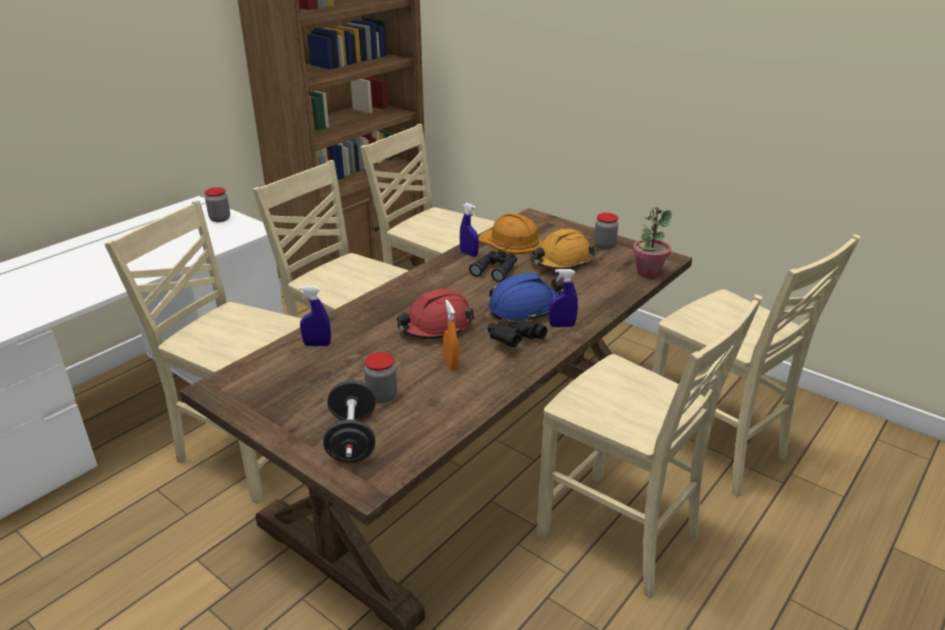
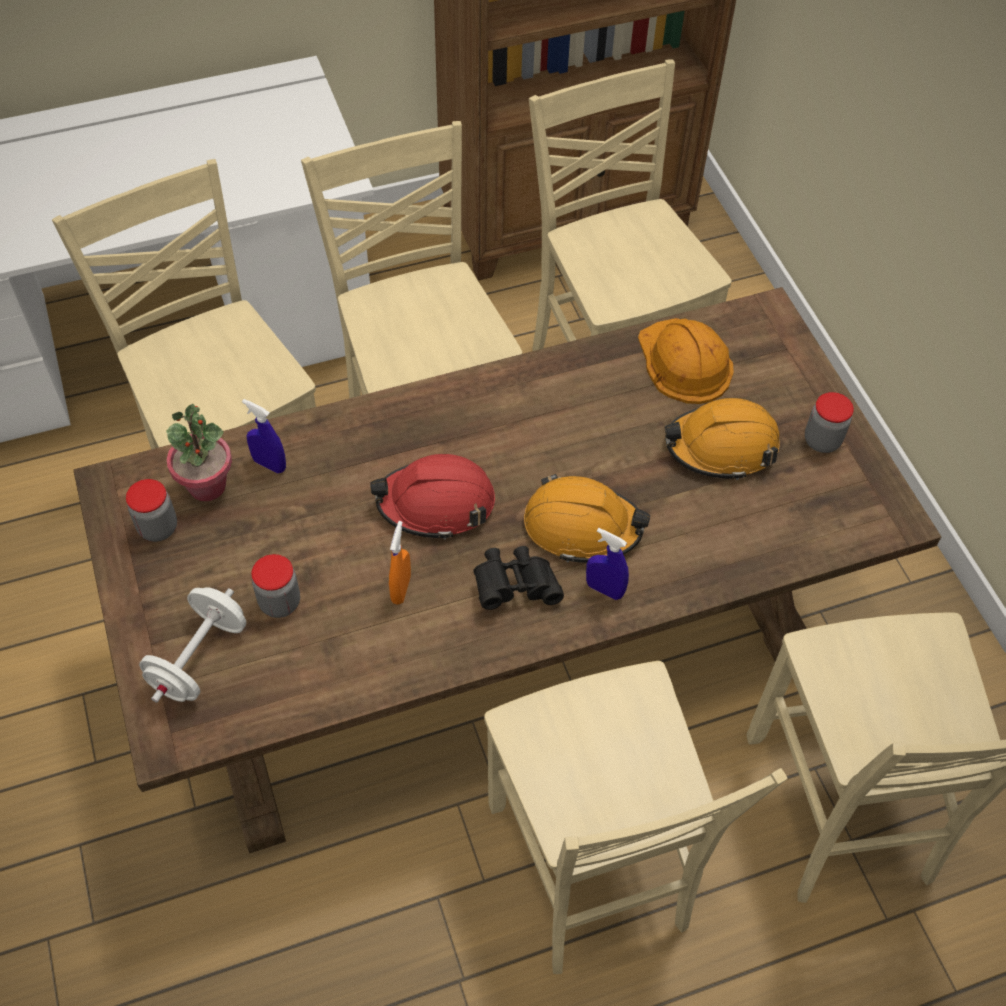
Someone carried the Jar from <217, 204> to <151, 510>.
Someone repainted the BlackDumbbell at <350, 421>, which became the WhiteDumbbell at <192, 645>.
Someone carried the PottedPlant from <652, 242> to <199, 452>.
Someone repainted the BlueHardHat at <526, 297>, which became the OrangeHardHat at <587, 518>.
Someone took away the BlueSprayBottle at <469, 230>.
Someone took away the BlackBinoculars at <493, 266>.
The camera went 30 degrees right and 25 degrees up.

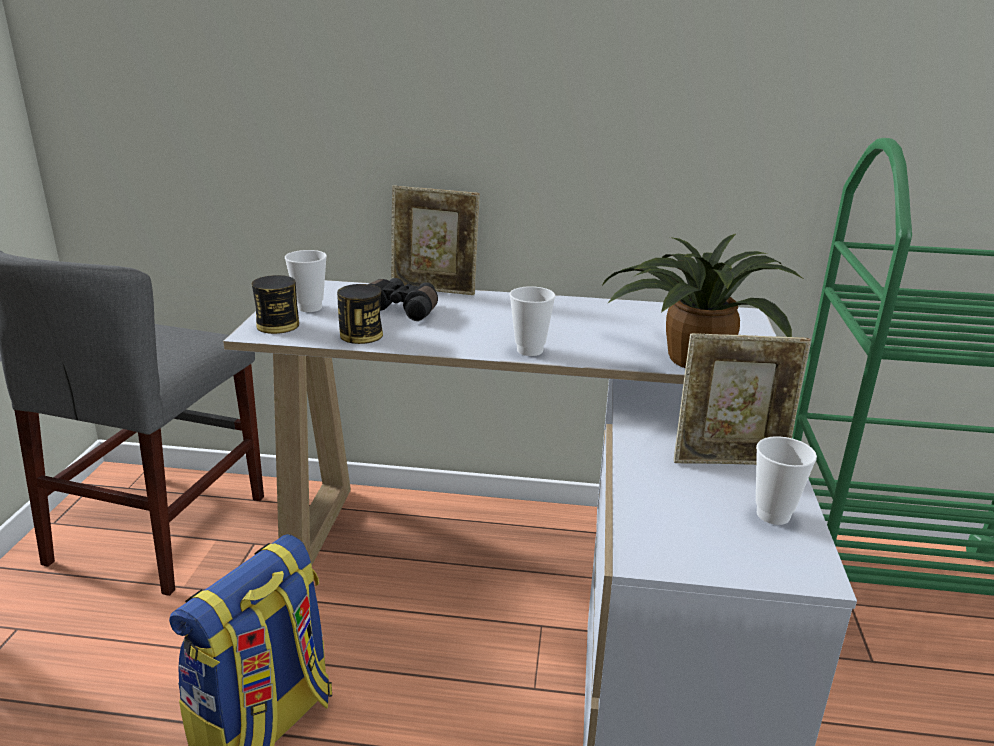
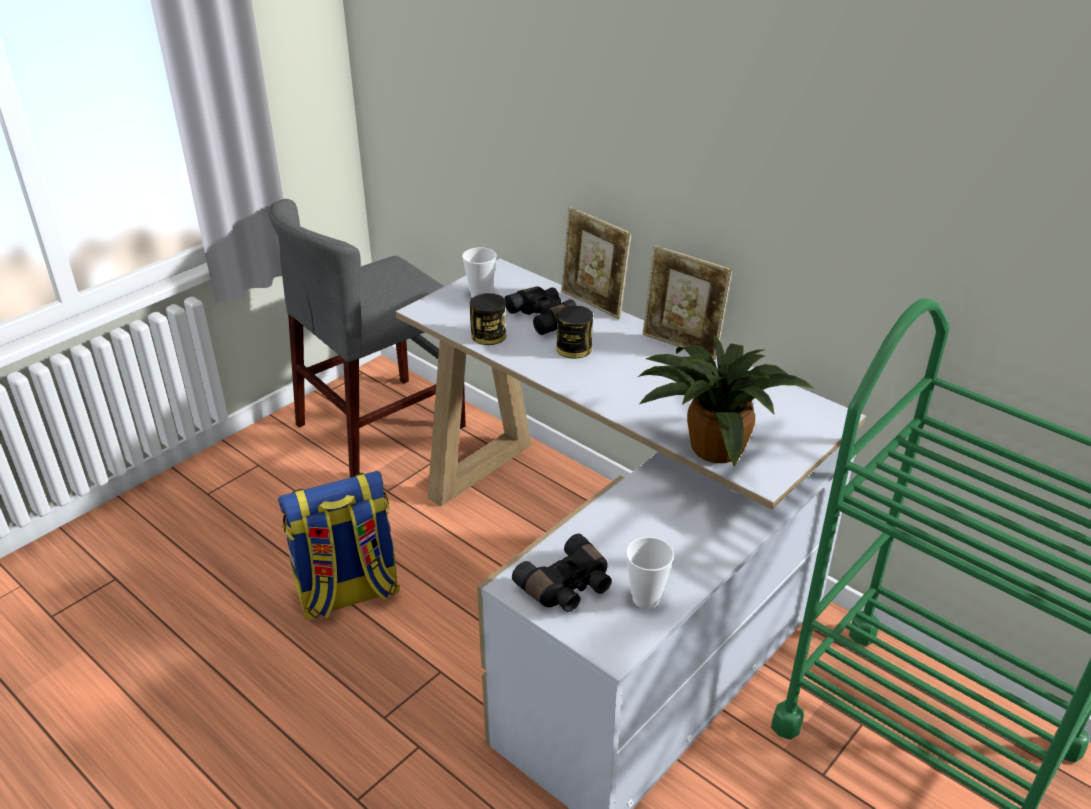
Someone put down the BlackBinoculars at <562, 573>.
Someone carried the Can from <275, 304> to <574, 332>.
Someone carried the PictureFrame from <742, 399> to <687, 302>.
Someone took away the Cup at <532, 321>.
The camera went 35 degrees right and 10 degrees up.

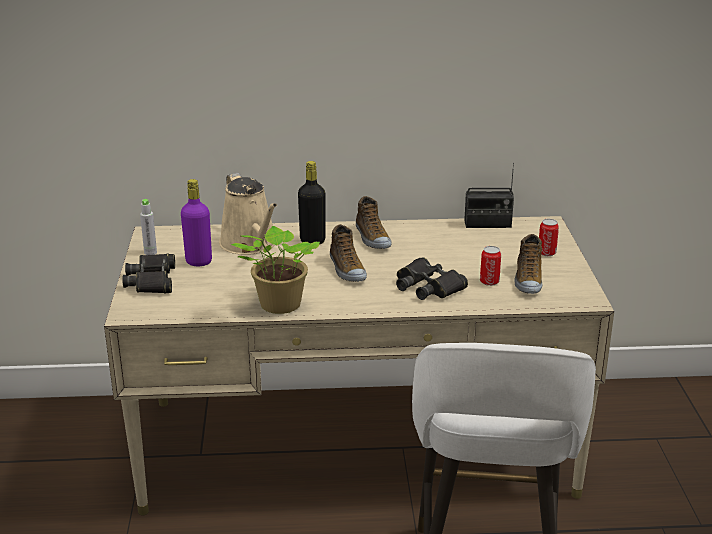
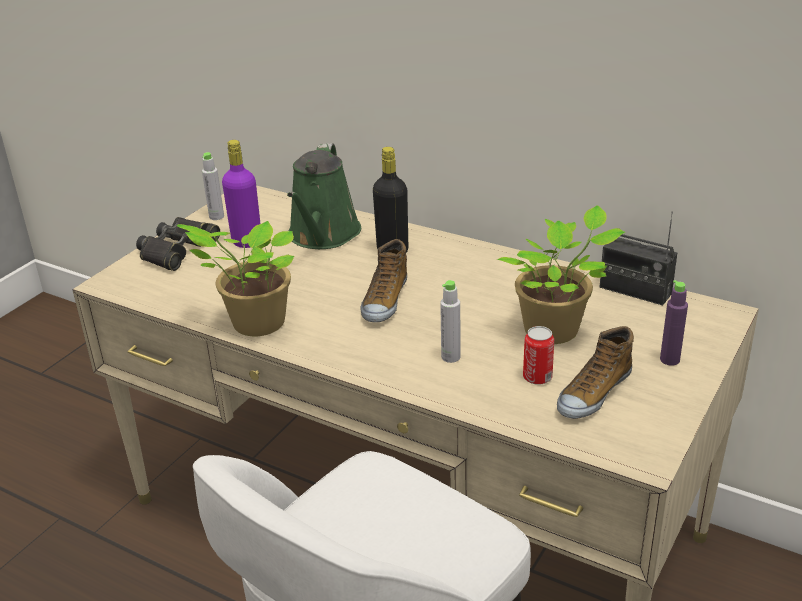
Someone repainted the BeigeWateringCan at <248, 214>, which became the GreenWateringCan at <324, 196>.
Someone swapped the BlackBinoculars at <432, 278> for the GreyBottle at <450, 321>.
Someone put down the PottedPlant at <561, 274>.
Someone swapped the Can at <549, 237> for the PurpleBottle at <674, 323>.
Someone took away the Shoe at <374, 222>.
The camera went 35 degrees right and 5 degrees up.

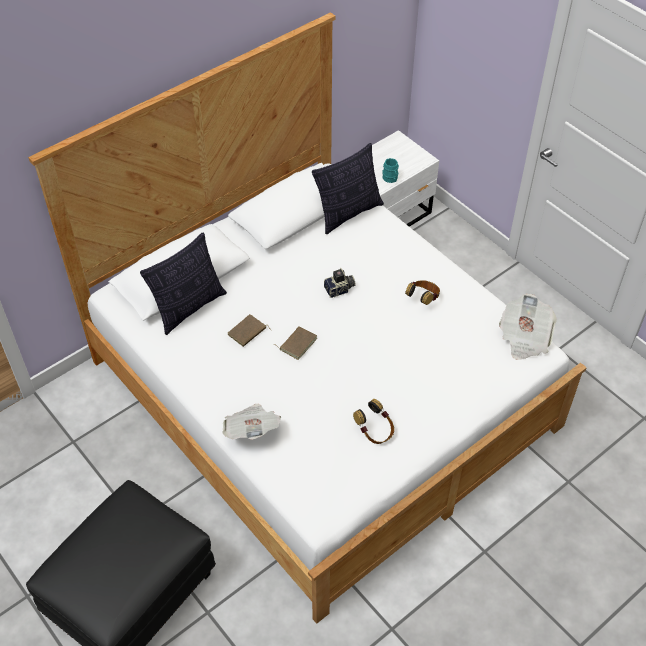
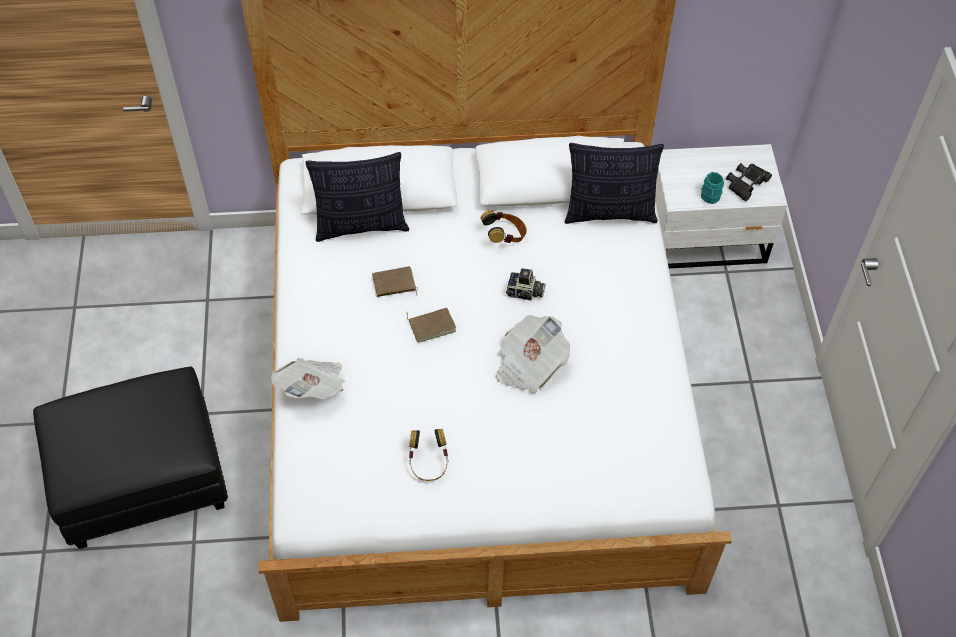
Someone carried the Headphones from <422, 292> to <504, 226>.
Someone carried the Newspaper from <528, 327> to <533, 354>.
Someone put down the BlackBinoculars at <749, 182>.
The camera went 35 degrees right and 5 degrees up.

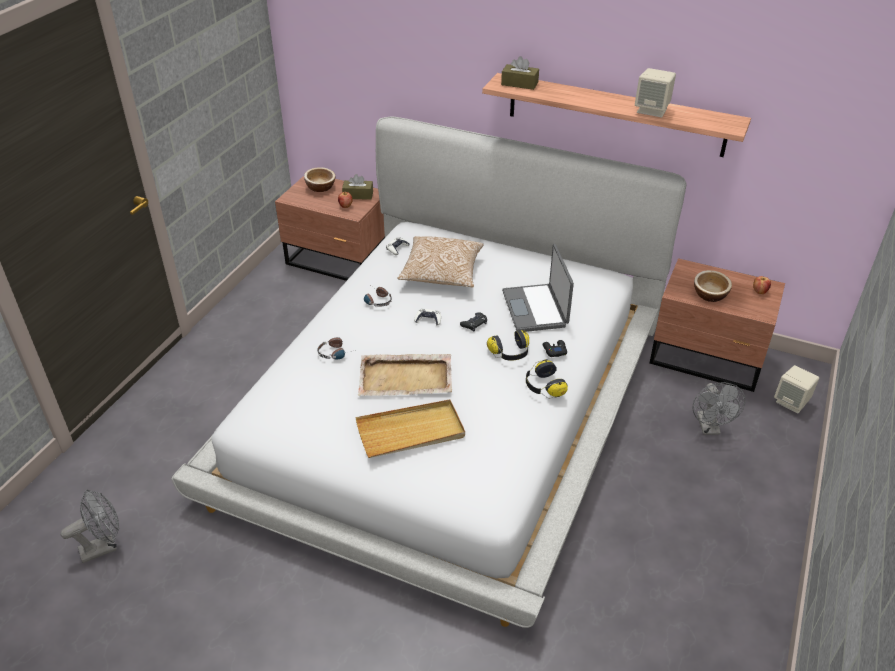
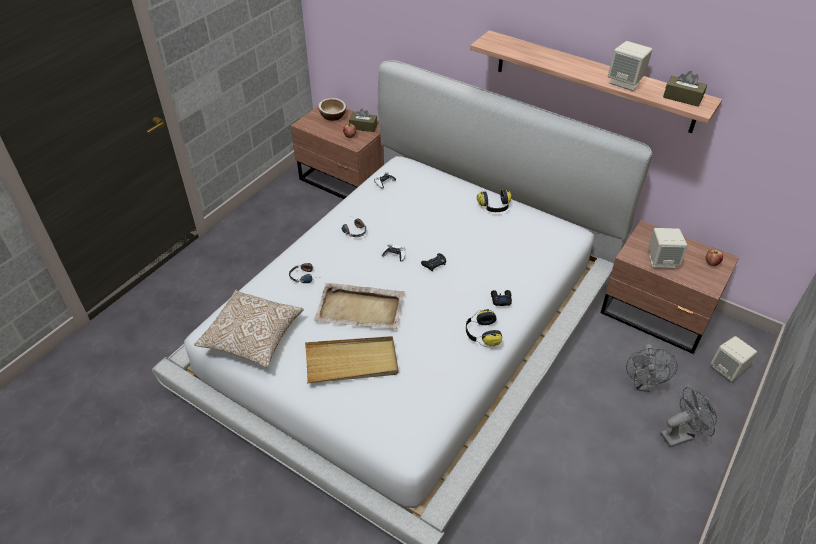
Someone carried the Pillow from <440, 261> to <249, 329>.
Someone carried the Headphones from <508, 345> to <494, 200>.
Someone swapped the Bowl at <713, 286> for the BeigeSpeaker at <667, 248>.
Someone carried the GreyFan from <90, 526> to <688, 417>.
Someone carried the BrownTissueBox from <520, 73> to <685, 89>.
Someone took away the Laptop at <538, 288>.
The camera went 10 degrees right and 5 degrees up.

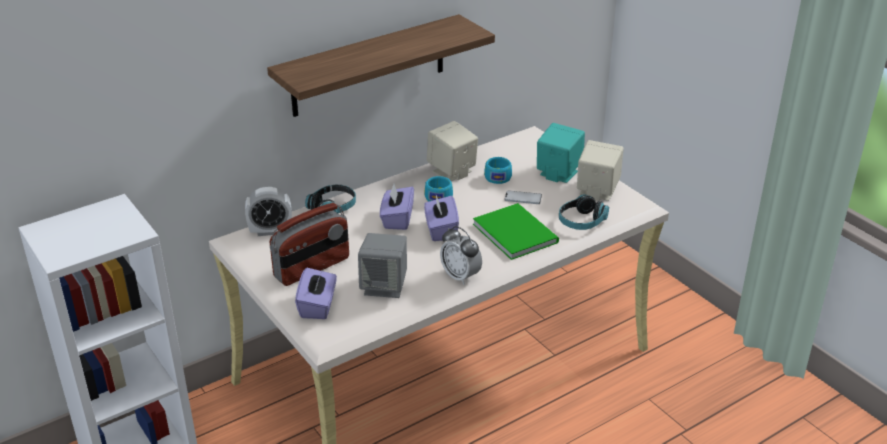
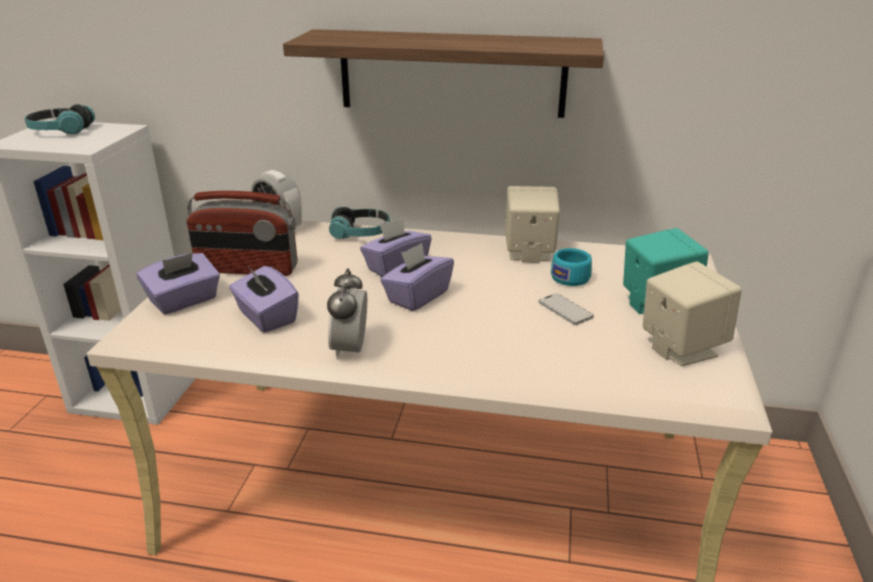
Someone carried the Headphones from <584, 212> to <60, 119>.
Someone swapped the GreySpeaker at <382, 265> for the PurpleTissueBox at <264, 299>.
Someone took away the TurquoiseCup at <438, 188>.
Someone took away the GreenBook at <516, 231>.
The camera went 45 degrees right and 5 degrees down.

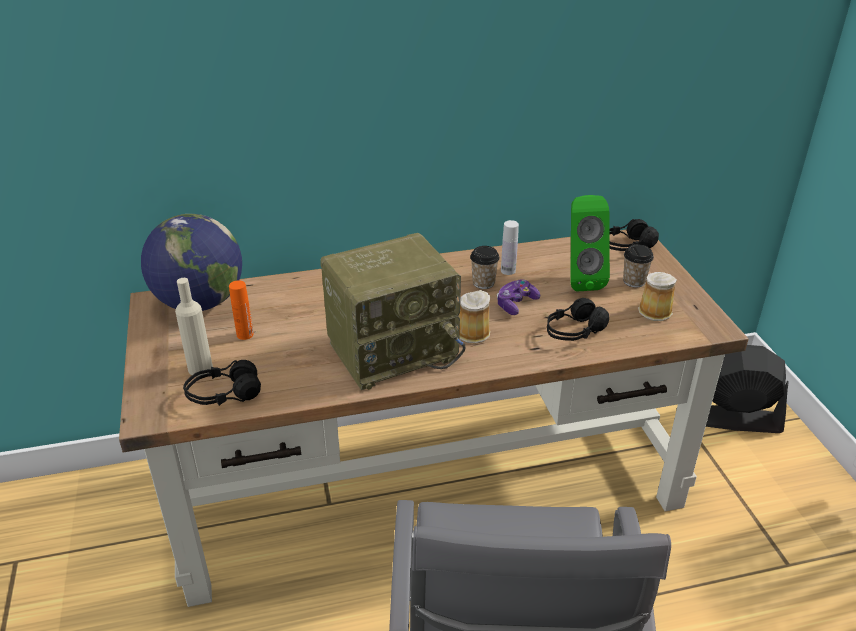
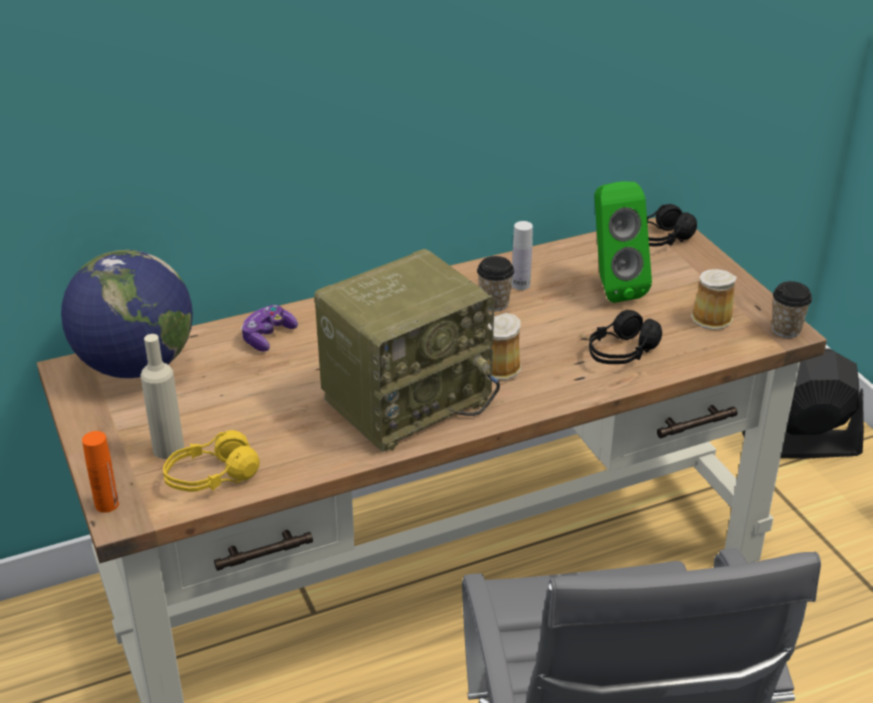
Someone carried the OrangeBottle from <241, 310> to <100, 472>.
Someone repainted the BlackHeadphones at <222, 383>, which became the YellowHeadphones at <211, 461>.
Someone carried the GameController from <518, 297> to <269, 328>.
Someone carried the Cup from <638, 266> to <791, 309>.
The camera went 10 degrees left and 0 degrees up.

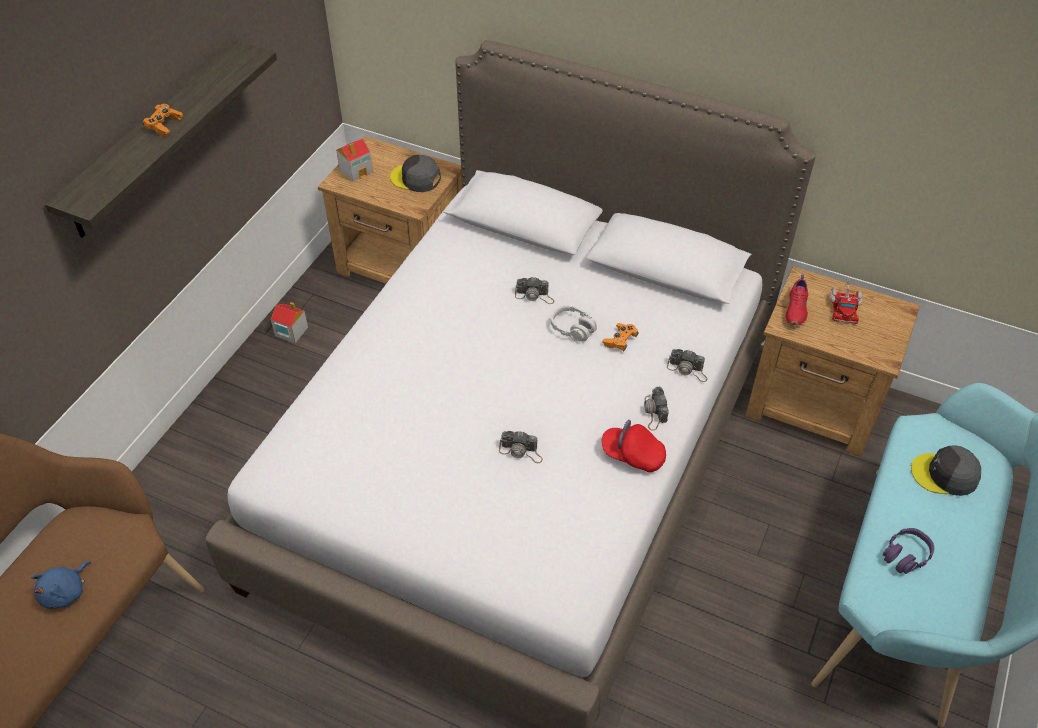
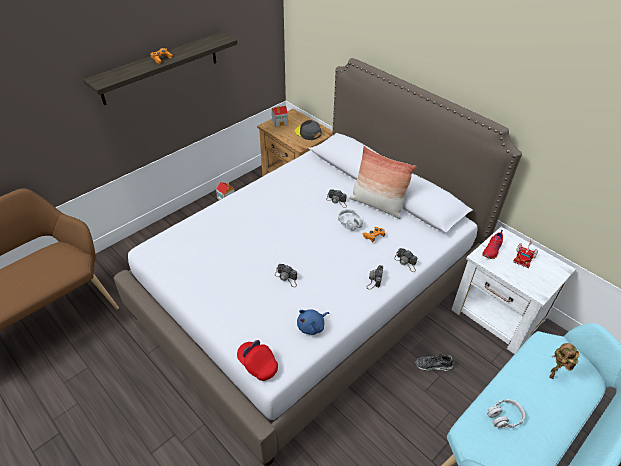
Someone carried the RedCap from <634, 446> to <257, 360>.
Someone carried the BluePlushToy from <61, 585> to <313, 322>.
Someone put down the Pillow at <383, 182>.
Someone put down the Shoe at <434, 362>.
Someone repainted the BrownNightstand at <832, 362>, which became the WhiteNightstand at <513, 290>.
Someone repainted the PurpleHeadphones at <908, 551>, which became the GreyHeadphones at <506, 414>.
Someone swapped the GreyCap at <946, 470> for the ToyRobot at <564, 361>.
The camera went 20 degrees right and 5 degrees down.

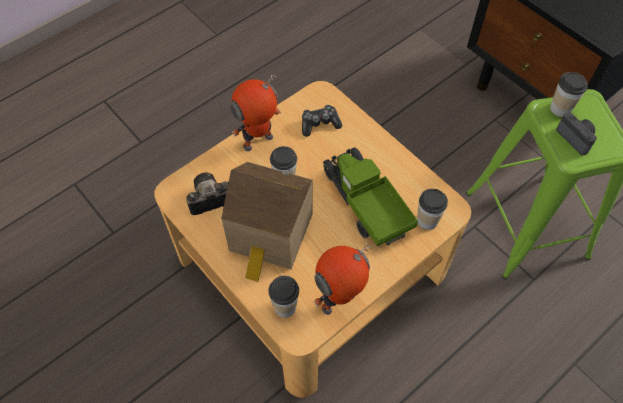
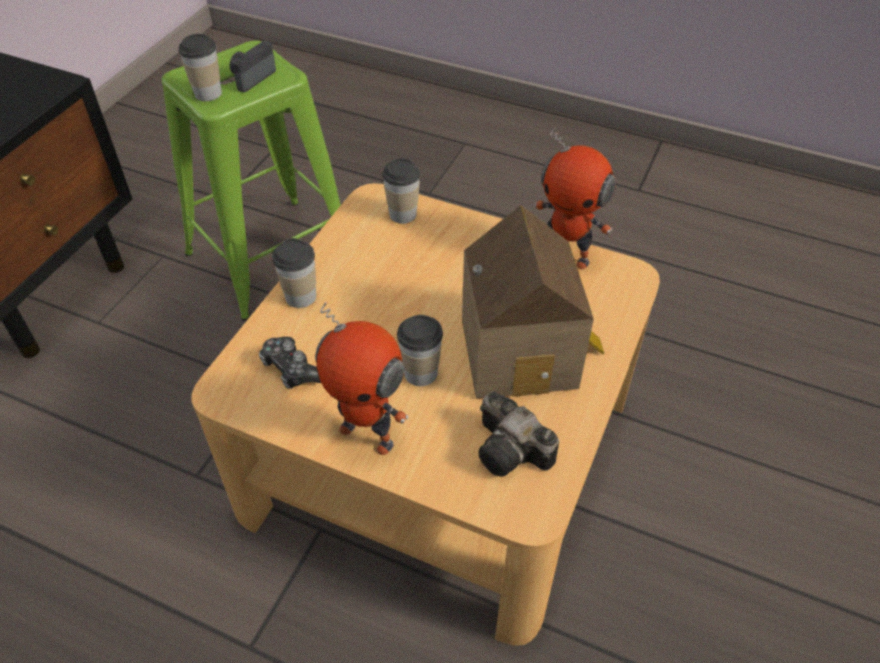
Someone carried the Cup from <283, 296> to <294, 273>.
Someone took away the ToyTruck at <370, 197>.
The camera went 115 degrees left and 10 degrees down.

